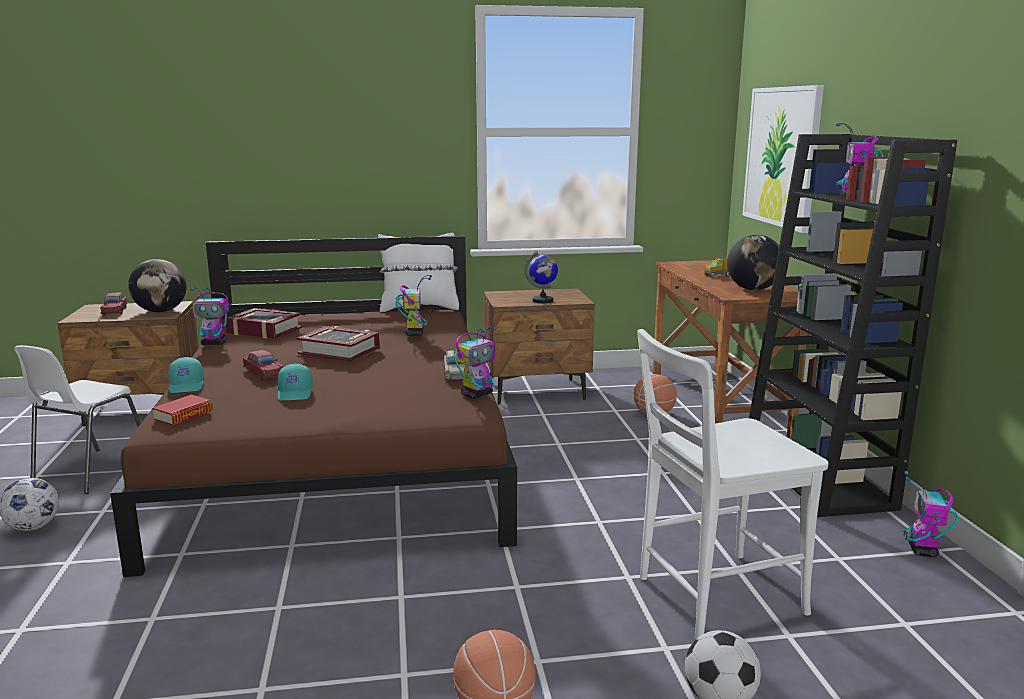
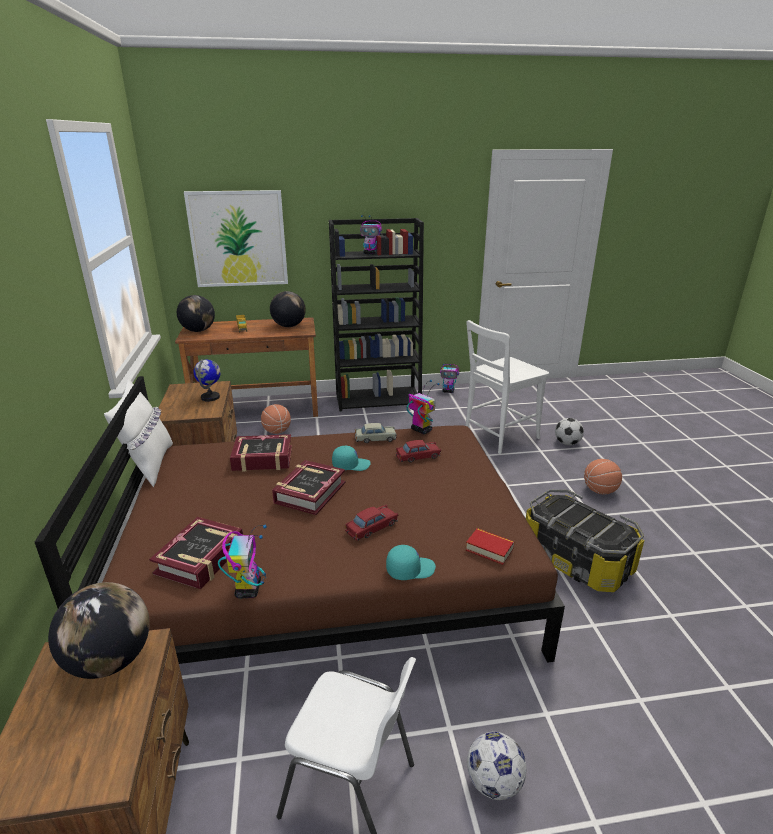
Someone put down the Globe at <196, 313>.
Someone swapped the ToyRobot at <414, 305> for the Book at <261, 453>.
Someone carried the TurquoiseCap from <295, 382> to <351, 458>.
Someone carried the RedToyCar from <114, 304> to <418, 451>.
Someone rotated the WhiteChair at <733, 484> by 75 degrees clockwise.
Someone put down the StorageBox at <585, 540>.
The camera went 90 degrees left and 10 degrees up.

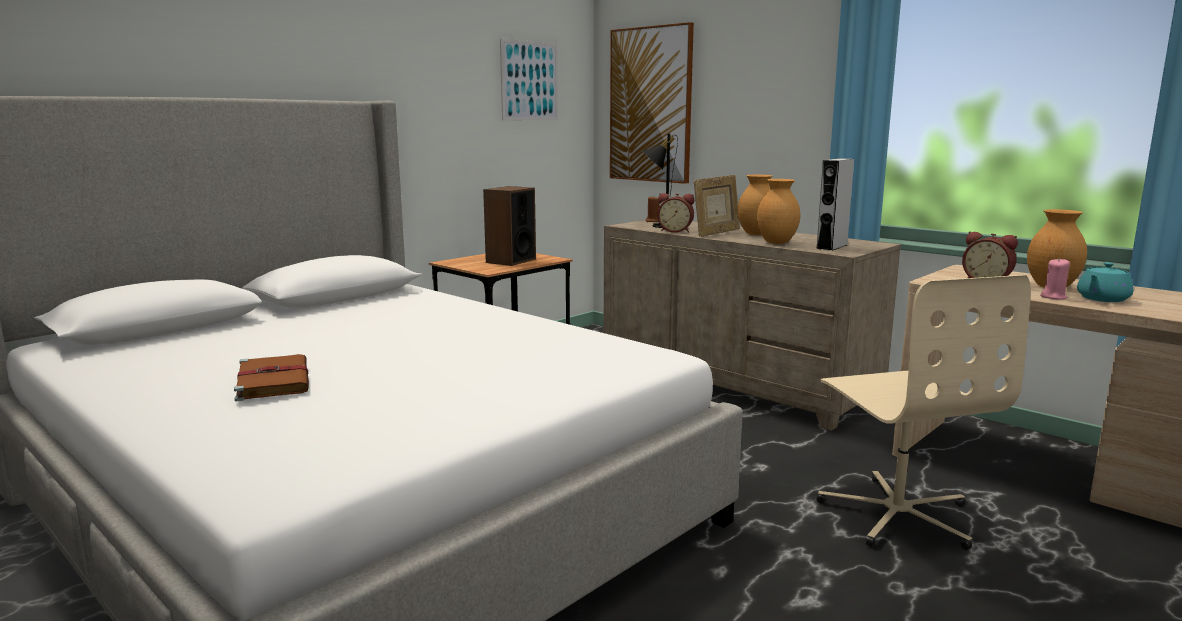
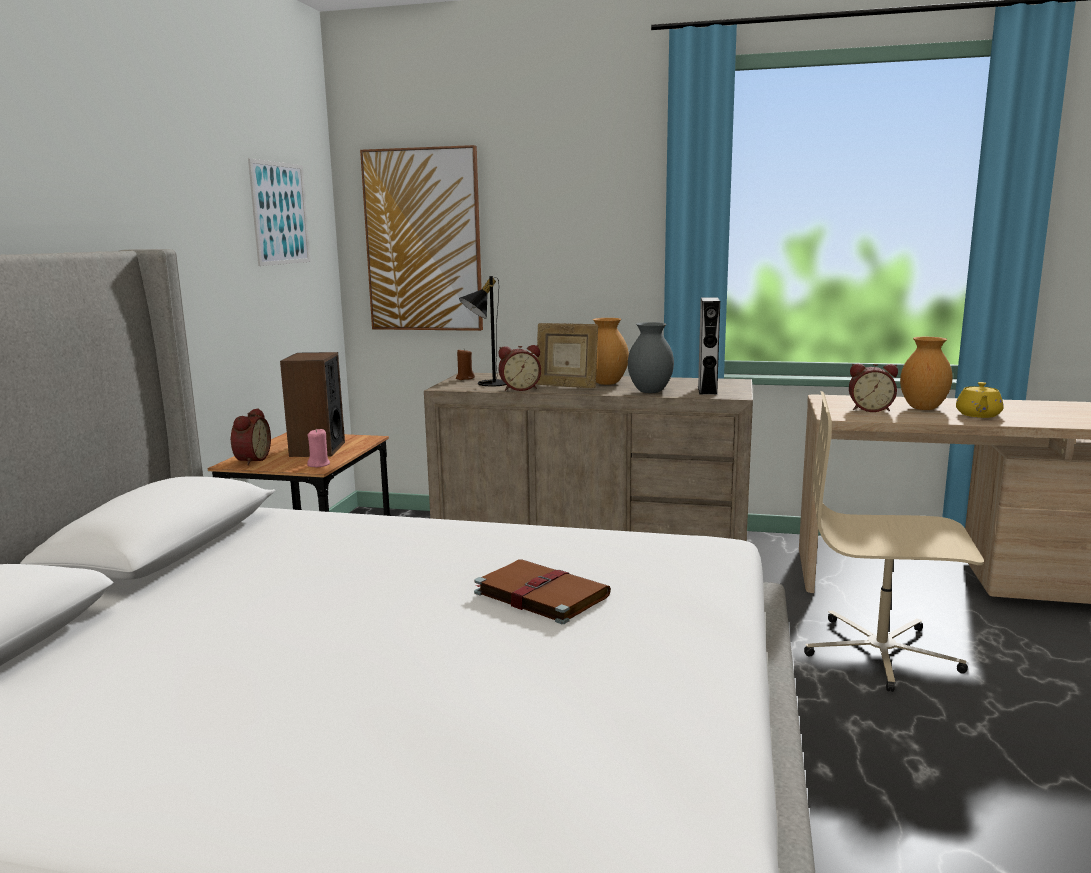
Someone put down the AlarmClock at <250, 436>.
Someone carried the PinkCandle from <1055, 278> to <318, 448>.
Someone carried the BrownBook from <271, 377> to <542, 591>.
Someone rotated the PictureFrame at <717, 206> by 105 degrees clockwise.
Someone repainted the BrownVase at <778, 211>, which became the GreyVase at <651, 357>.
Someone rotated the BeigeOfficeChair at <923, 412> by 150 degrees clockwise.
Someone repainted the TurquoiseTeapot at <1105, 282>, which became the YellowTeapot at <980, 400>.
The camera went 30 degrees left and 0 degrees up.

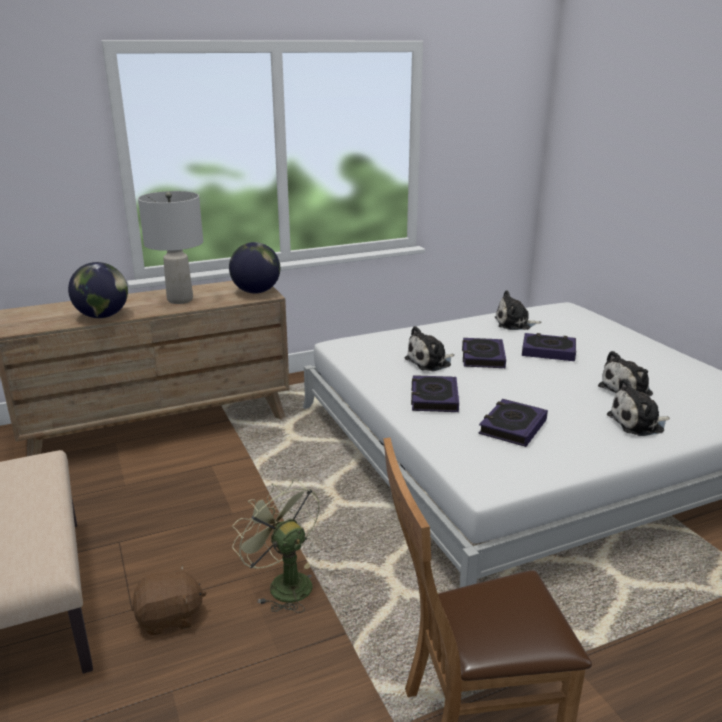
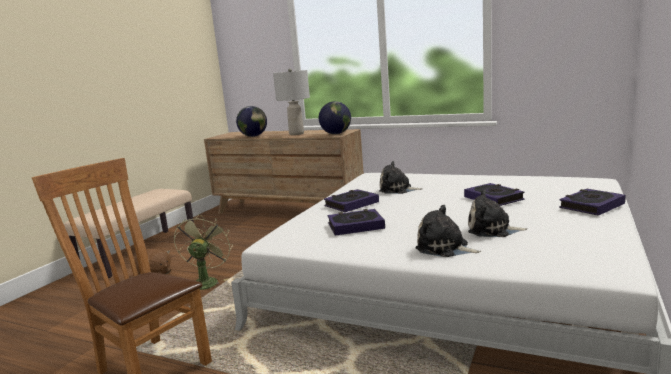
Someone carried the Book from <484, 353> to <592, 202>.
Someone took away the PlushToy at <518, 310>.
The camera went 50 degrees right and 10 degrees down.

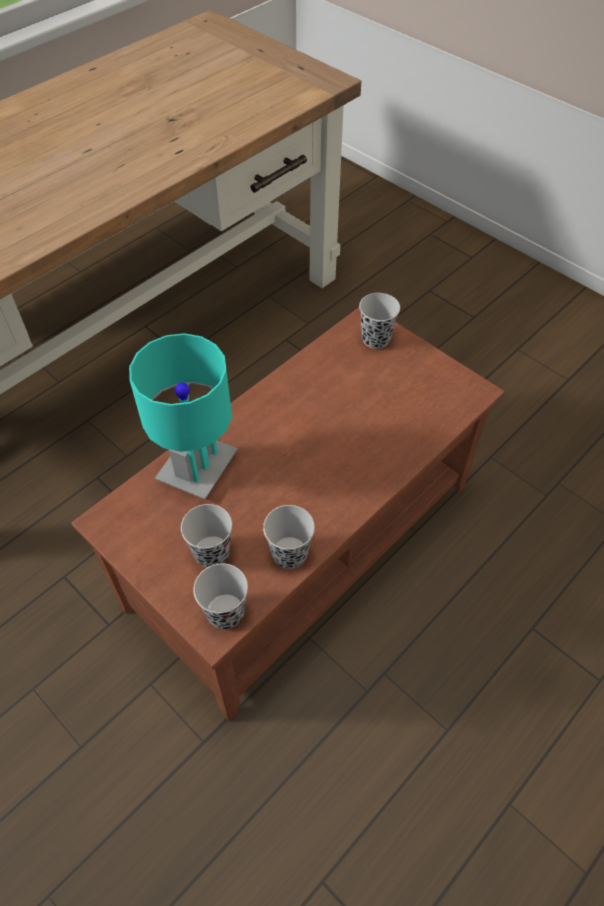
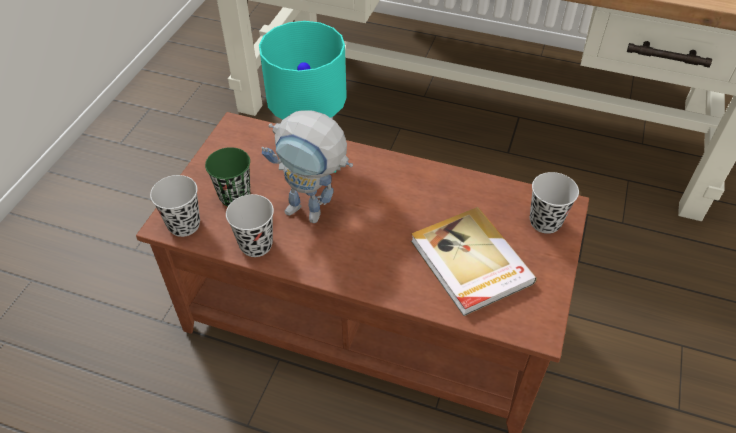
Someone repainted the BlackCup at <206, 535>, which became the GreenCup at <227, 176>.
Someone put down the ToyRobot at <307, 167>.
Someone put down the Book at <474, 261>.
The camera went 65 degrees right and 5 degrees down.

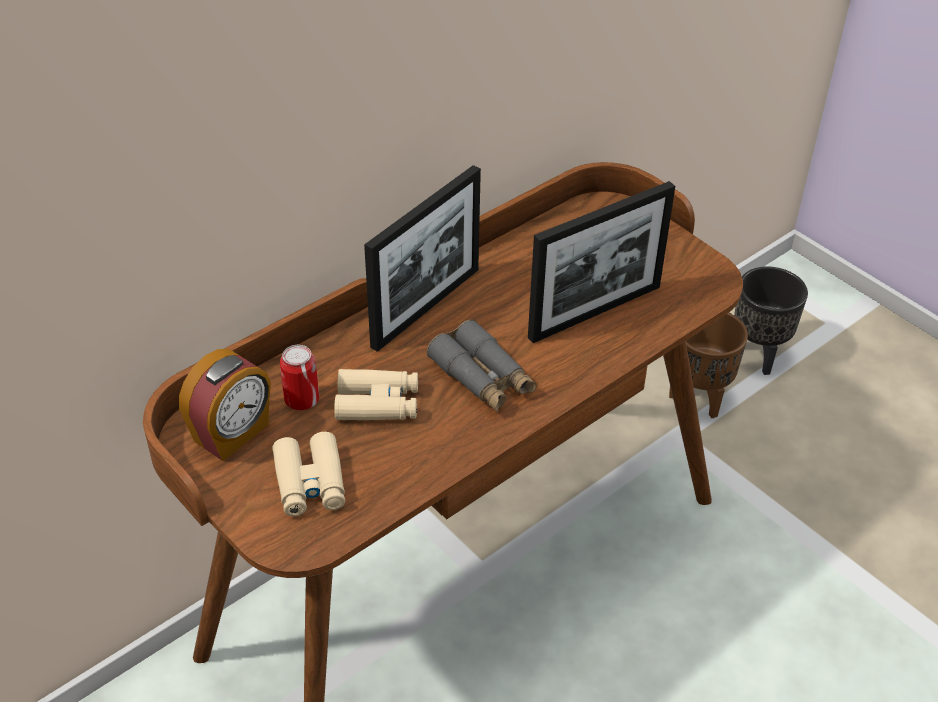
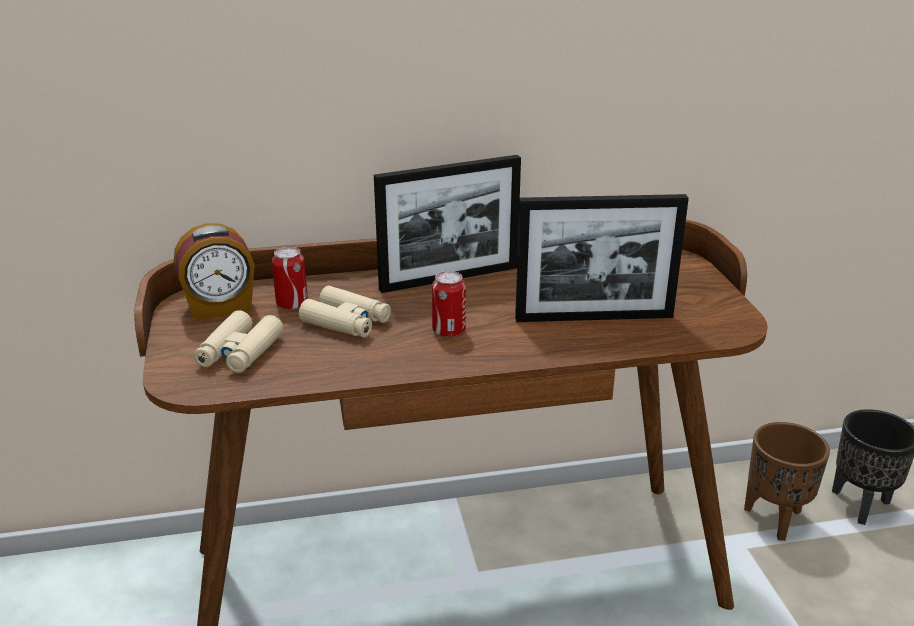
Someone swapped the GreyBinoculars at <482, 365> for the Can at <449, 304>.
The camera went 30 degrees right and 15 degrees down.

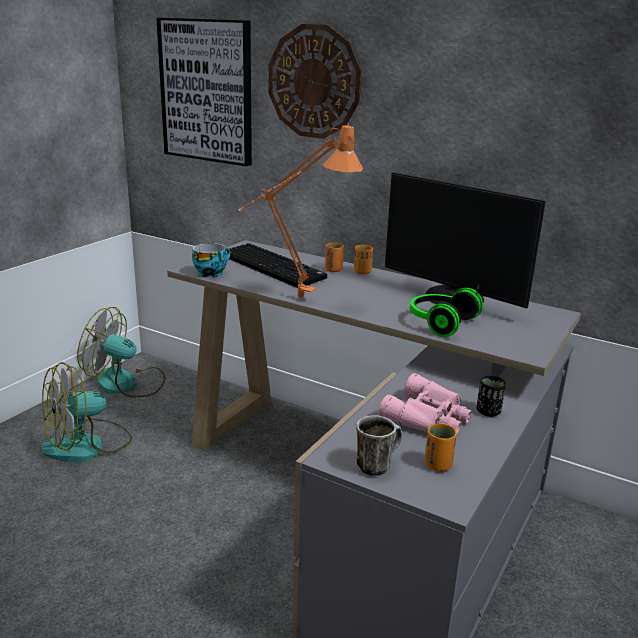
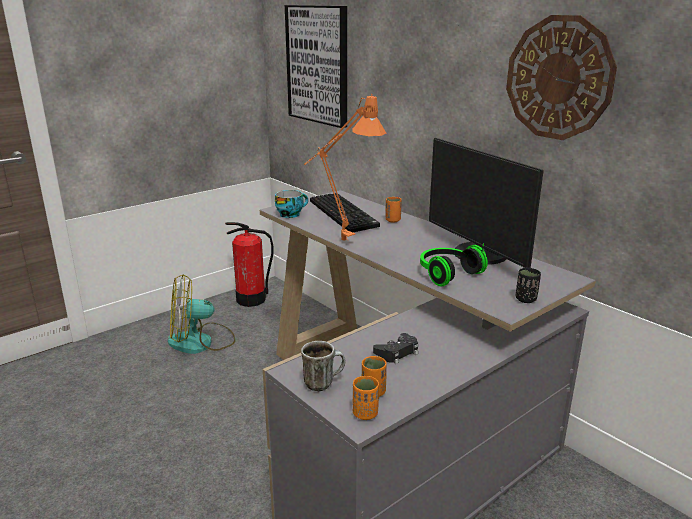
Someone swapped the Fan at <121, 352> for the FireExtinguisher at <249, 264>.
Someone carried the OrangeCup from <363, 259> to <366, 398>.
Someone swapped the PinkBinoculars at <425, 403> for the BlackGameController at <395, 348>.
Someone carried the WallClock from <315, 81> to <561, 77>.
Someone carried the BlackCup from <491, 396> to <528, 285>.
The camera went 20 degrees right and 0 degrees up.

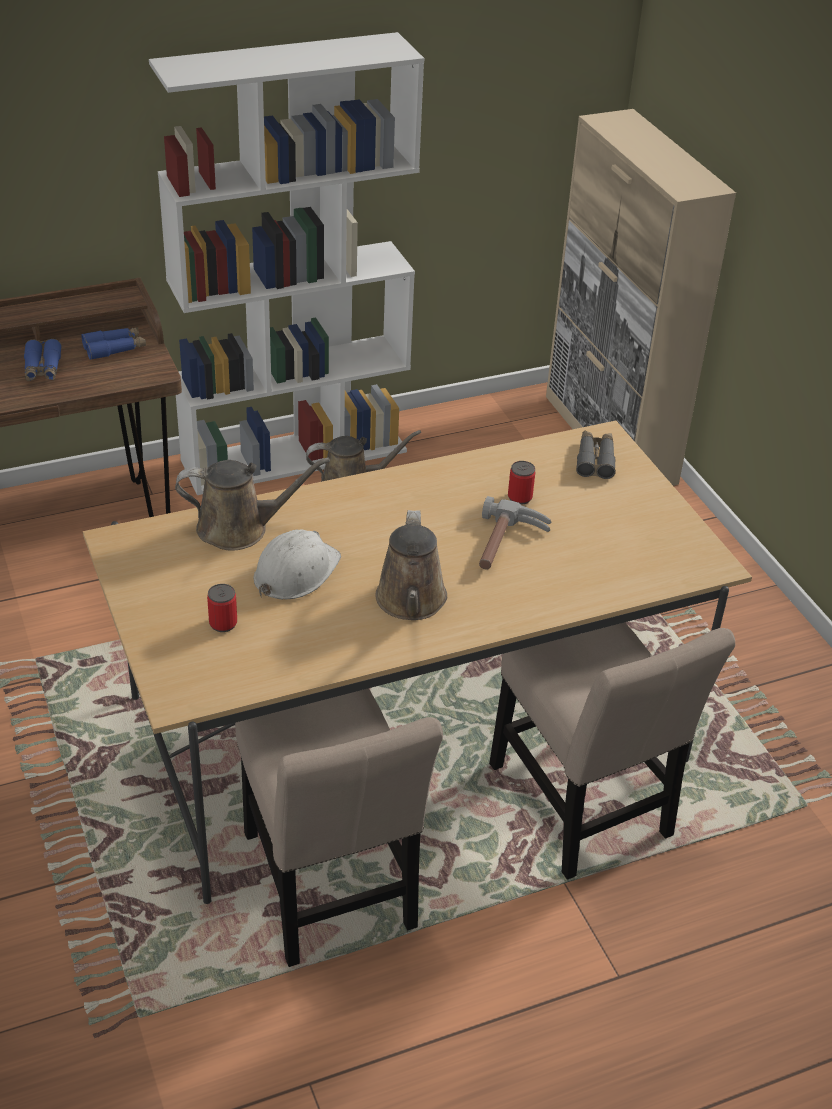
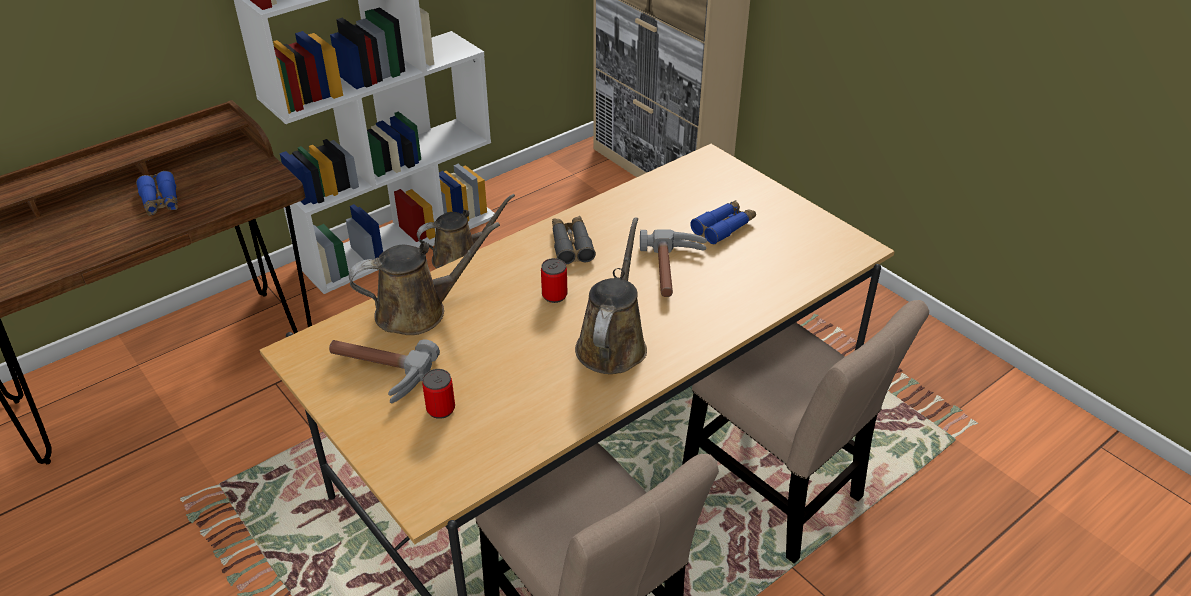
Someone put down the Hammer at <384, 371>.
Someone carried the Can from <521, 482> to <554, 280>.
Someone carried the GreyBinoculars from <596, 455> to <574, 240>.
Someone rotated the BrownWateringCan at <411, 565> by 150 degrees counterclockwise.
Someone carried the BlueBinoculars from <114, 343> to <723, 222>.
Someone took away the WhiteHardHat at <297, 564>.
The camera went 15 degrees left and 0 degrees up.

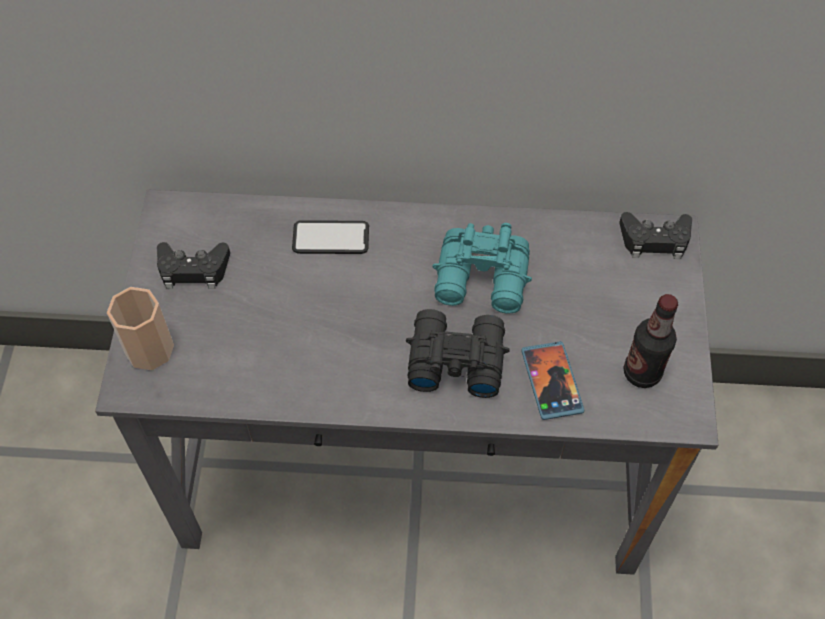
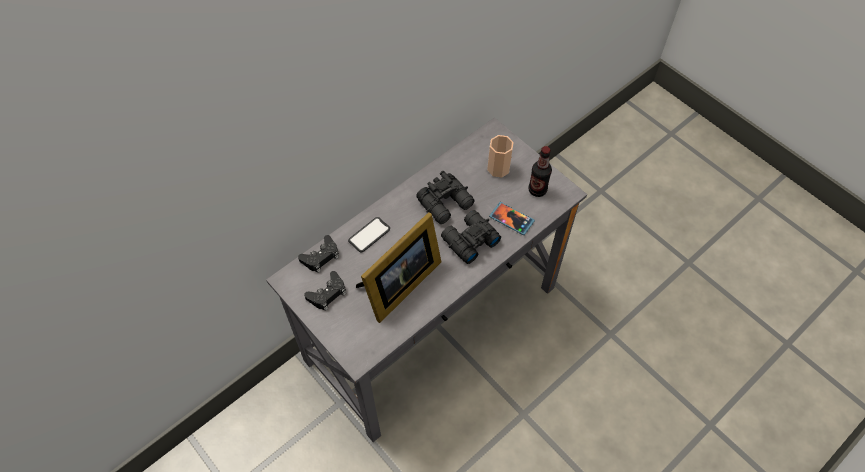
Someone carried the BlackGameController from <655, 235> to <318, 254>.
Someone put down the PictureFrame at <398, 267>.
Someone repainted the TurquoiseBinoculars at <482, 268>, which became the BlackBinoculars at <445, 197>.
Someone carried the Cup from <140, 328> to <500, 156>.
The camera went 45 degrees left and 0 degrees up.

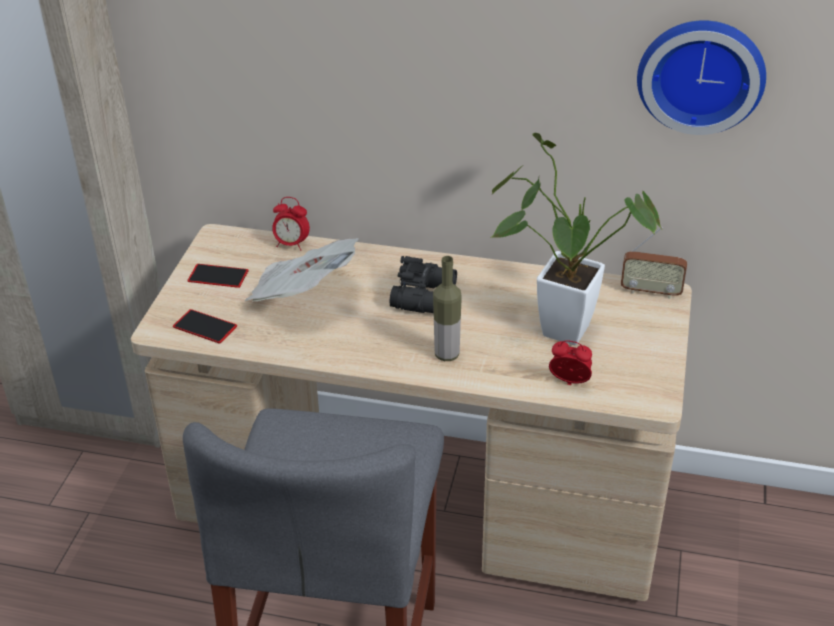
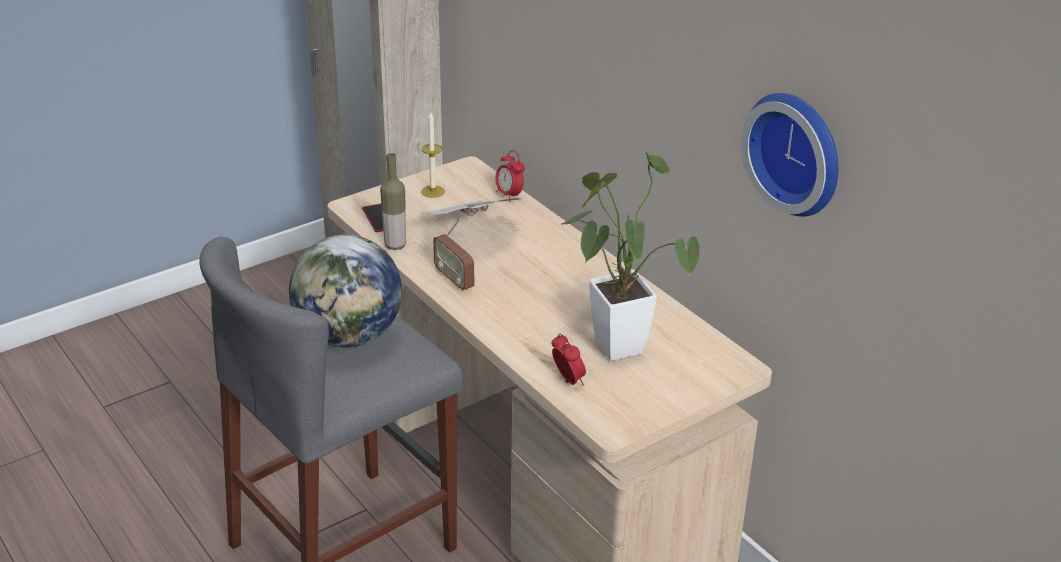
Someone put down the Globe at <345, 291>.
Someone carried the Bottle from <447, 308> to <393, 201>.
Someone swapped the Phone at <218, 276> for the Candle at <433, 155>.
Someone carried the Radio from <654, 263> to <453, 254>.
Someone took away the BlackBinoculars at <423, 284>.
The camera went 40 degrees right and 5 degrees down.

